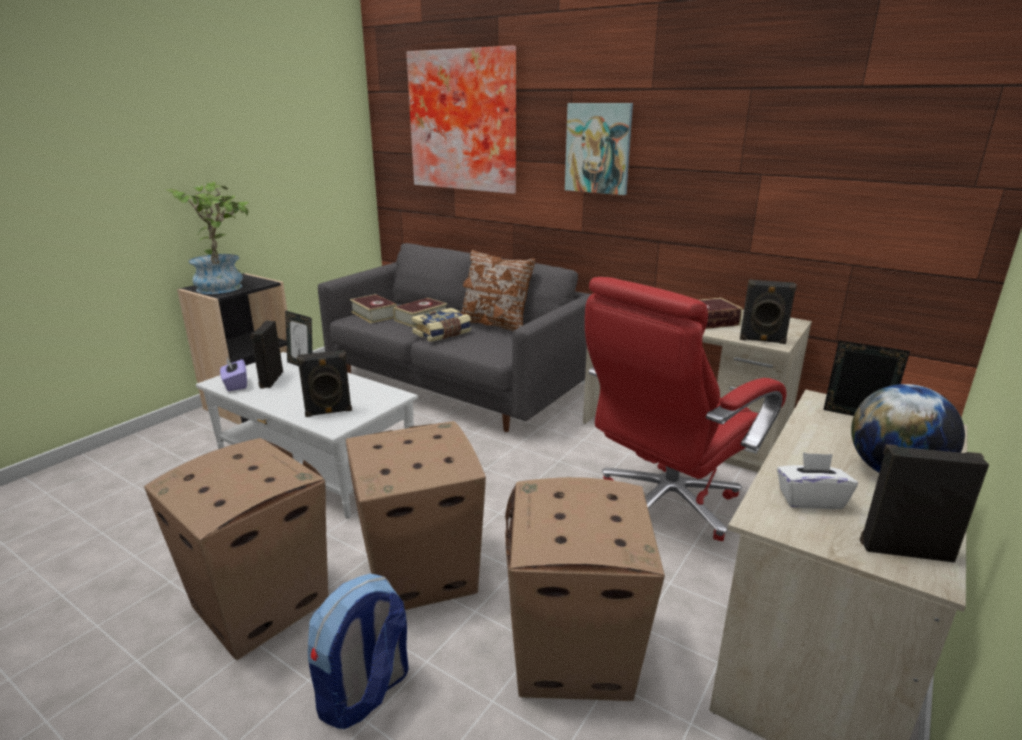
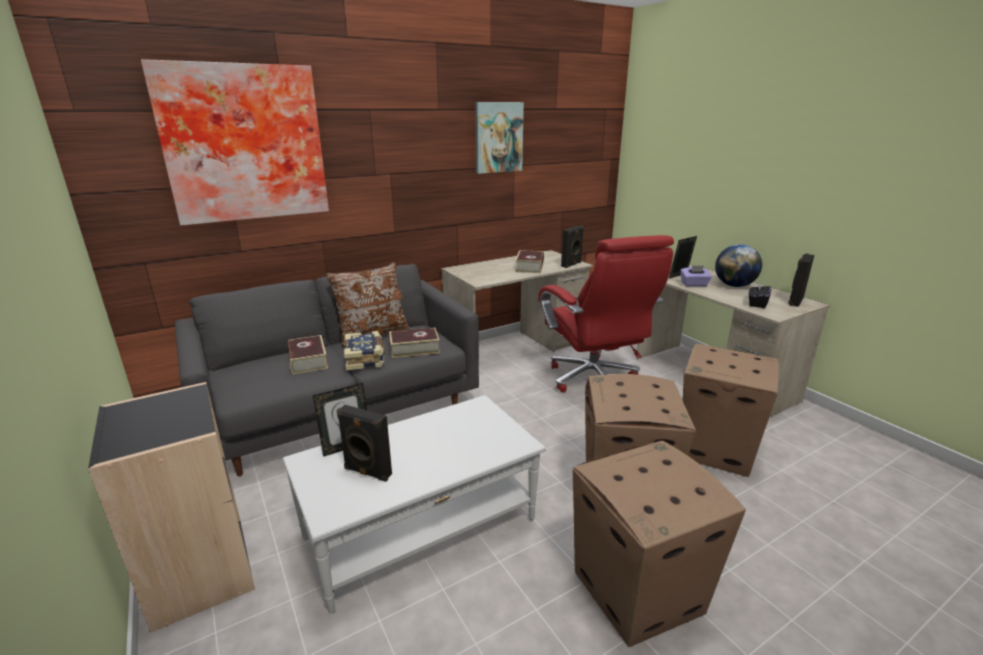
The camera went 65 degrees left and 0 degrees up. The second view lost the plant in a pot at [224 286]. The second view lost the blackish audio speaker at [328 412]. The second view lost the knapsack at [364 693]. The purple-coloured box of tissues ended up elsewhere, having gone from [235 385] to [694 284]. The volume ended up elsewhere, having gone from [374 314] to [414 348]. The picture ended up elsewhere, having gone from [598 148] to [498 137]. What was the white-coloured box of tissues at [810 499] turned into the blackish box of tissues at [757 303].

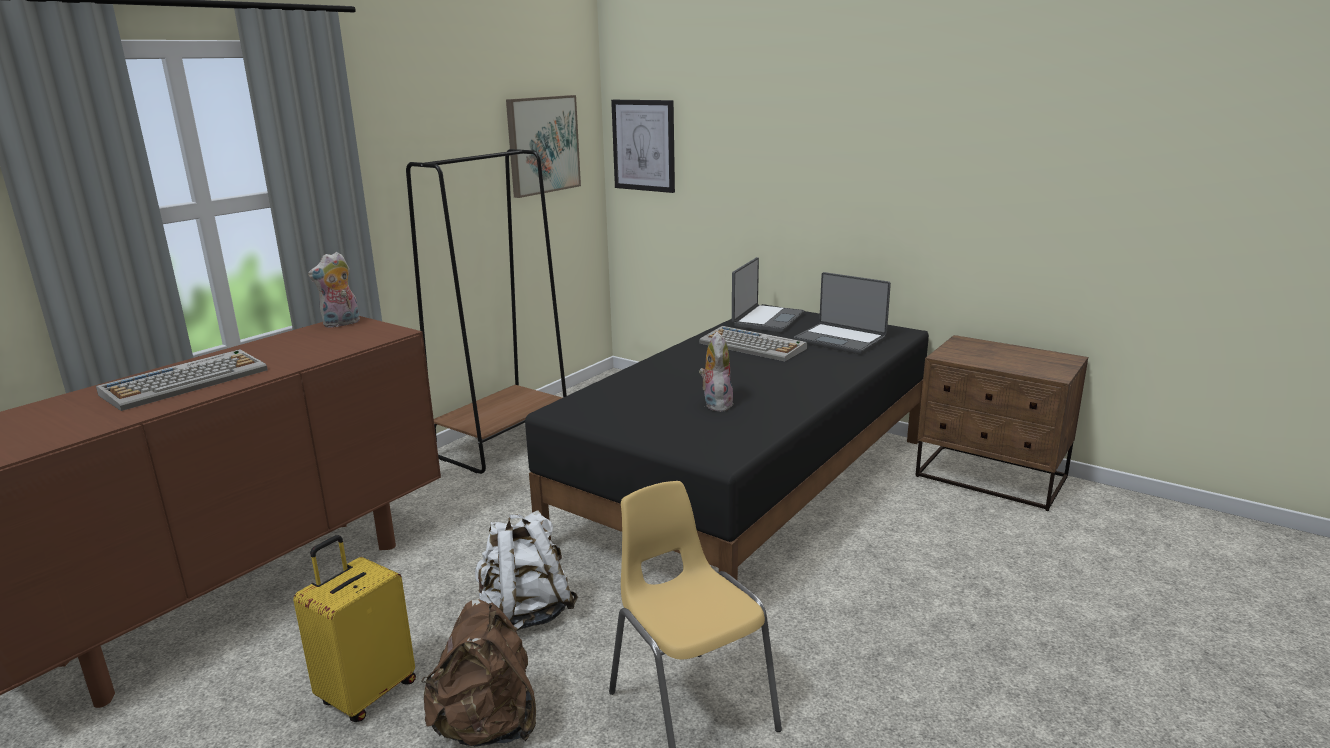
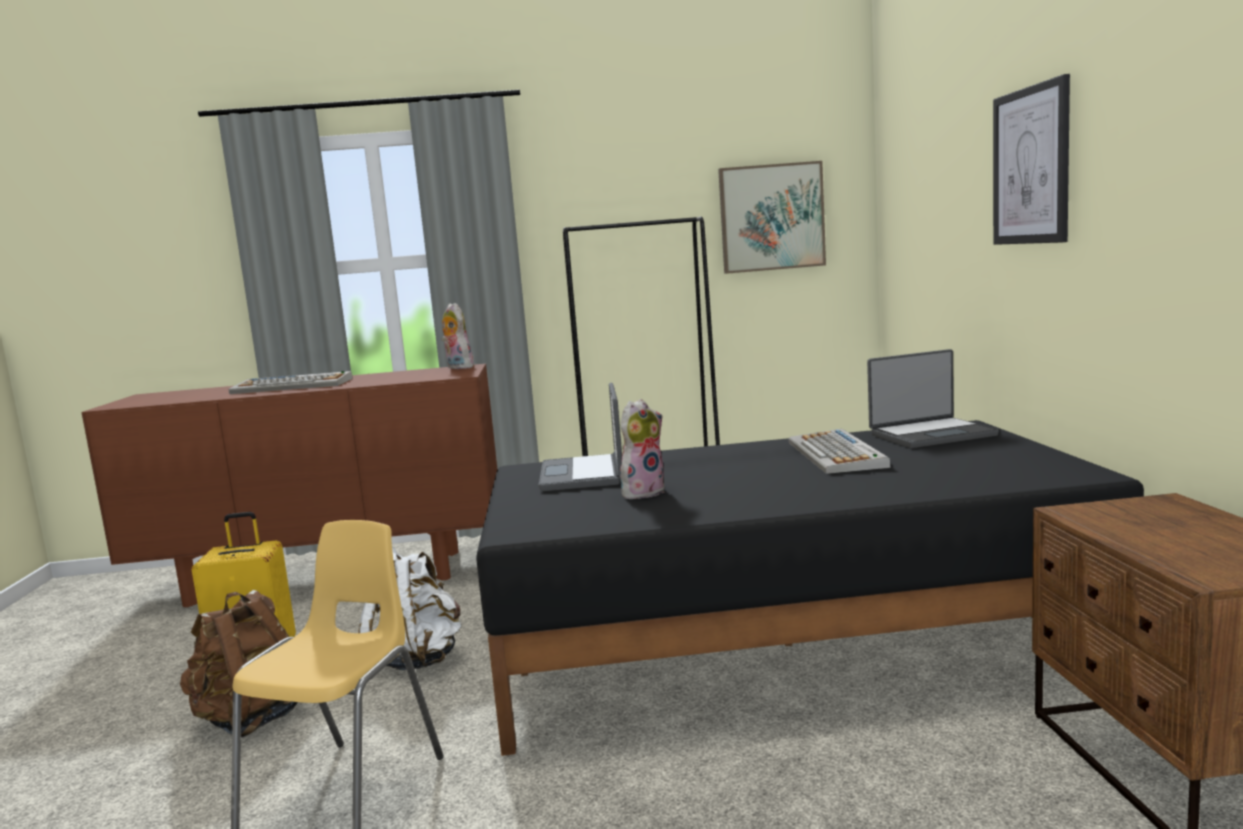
The camera went 50 degrees right and 10 degrees down. The picture ended up elsewhere, having gone from [644 145] to [1031 166]. The notebook computer ended up elsewhere, having gone from [840 340] to [584 474]. The cuddly toy at [341 324] ended up facing another way, 45 degrees clockwise from before.

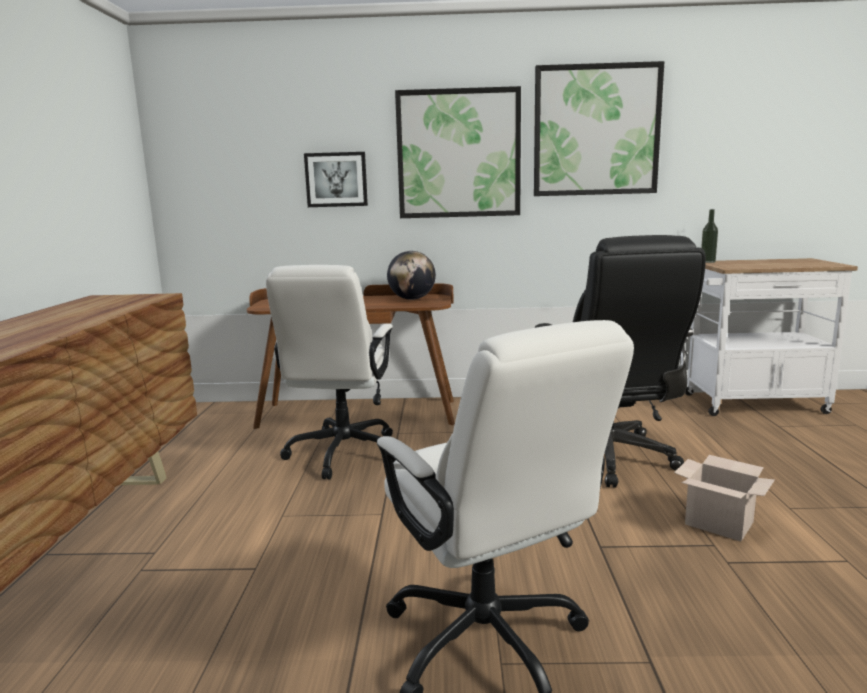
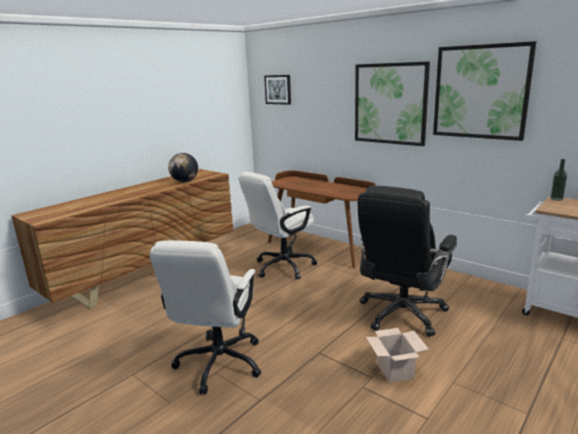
The camera went 40 degrees right and 5 degrees up. The picture ended up elsewhere, having gone from [336 179] to [278 89]. The desk globe ended up elsewhere, having gone from [412 299] to [185 181].

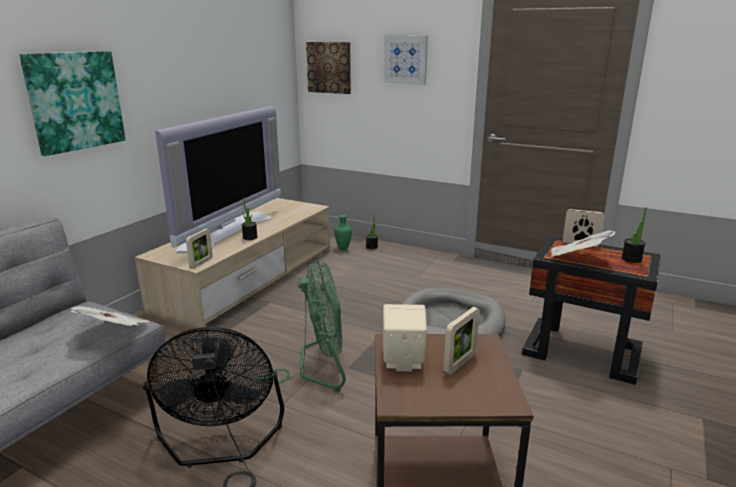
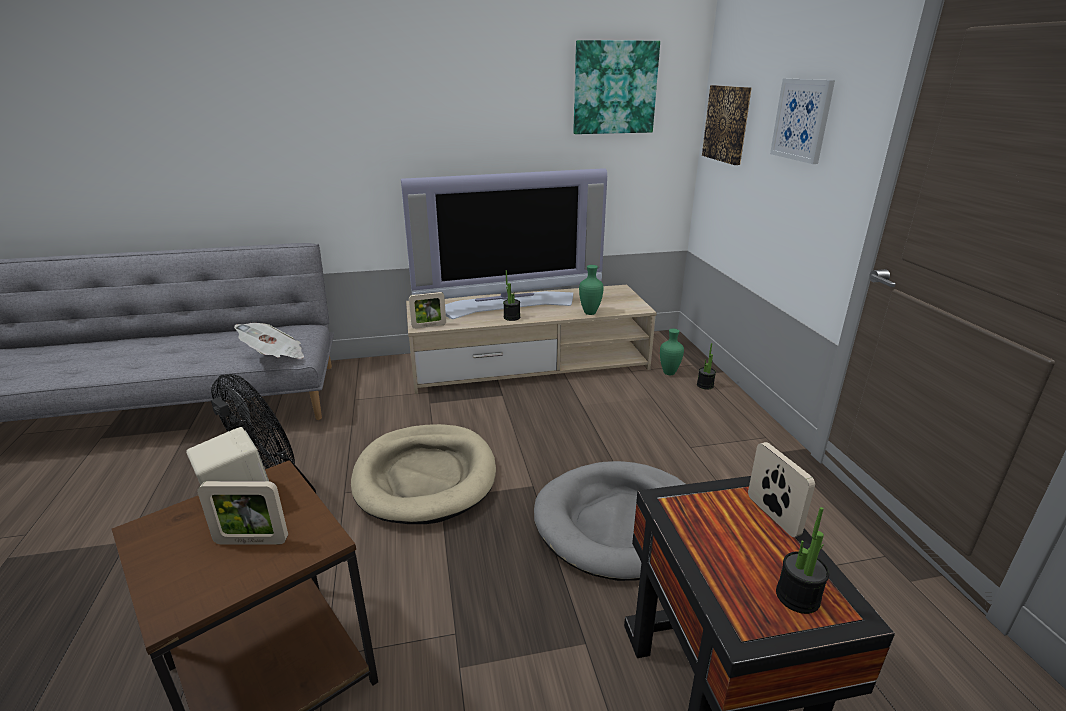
The camera went 50 degrees right and 5 degrees up. The second view lost the printed paper at [577 258]. The second view gained the greenish flower vase at [589 313]. The picture ended up elsewhere, having gone from [75 101] to [614 88]. Where the greenish electric fan stood at [316 364], the beige dog bed came to stand at [425 477].

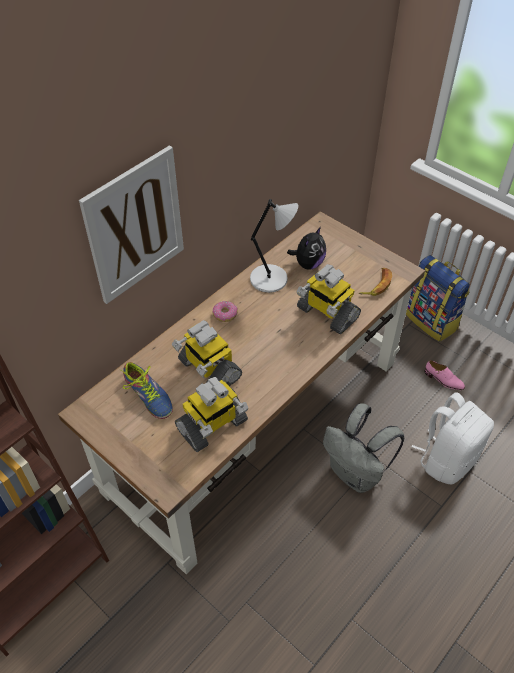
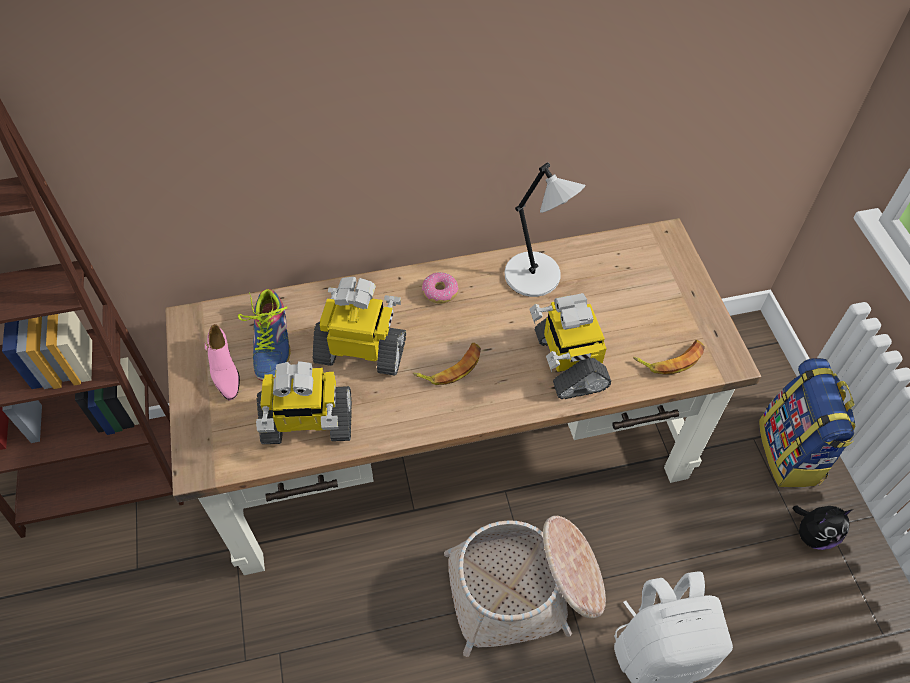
The camera went 35 degrees right and 5 degrees up. The second view lost the picture at [135 226]. The second view gained the whole banana at [451 367]. The cuddly toy ended up elsewhere, having gone from [308 264] to [813 534]. The pinkish low shoe ended up elsewhere, having gone from [443 380] to [224 370]. Where the greyish knapsack stood at [356 474], the household basket came to stand at [525 589]. The toy robot at [208 369] ended up facing another way, 105 degrees clockwise from before.

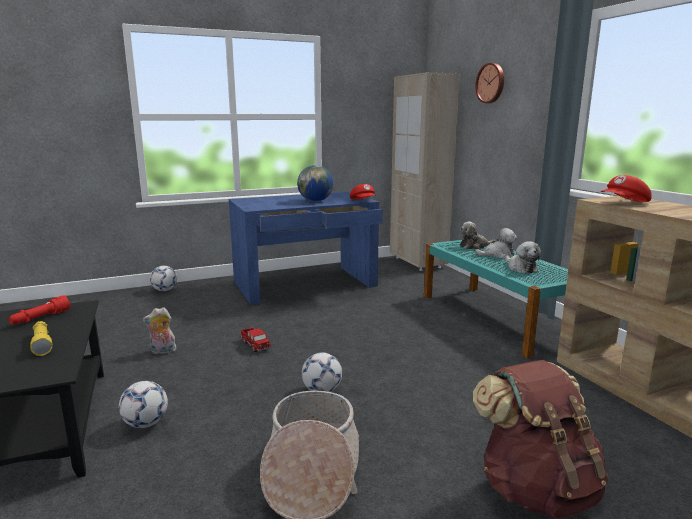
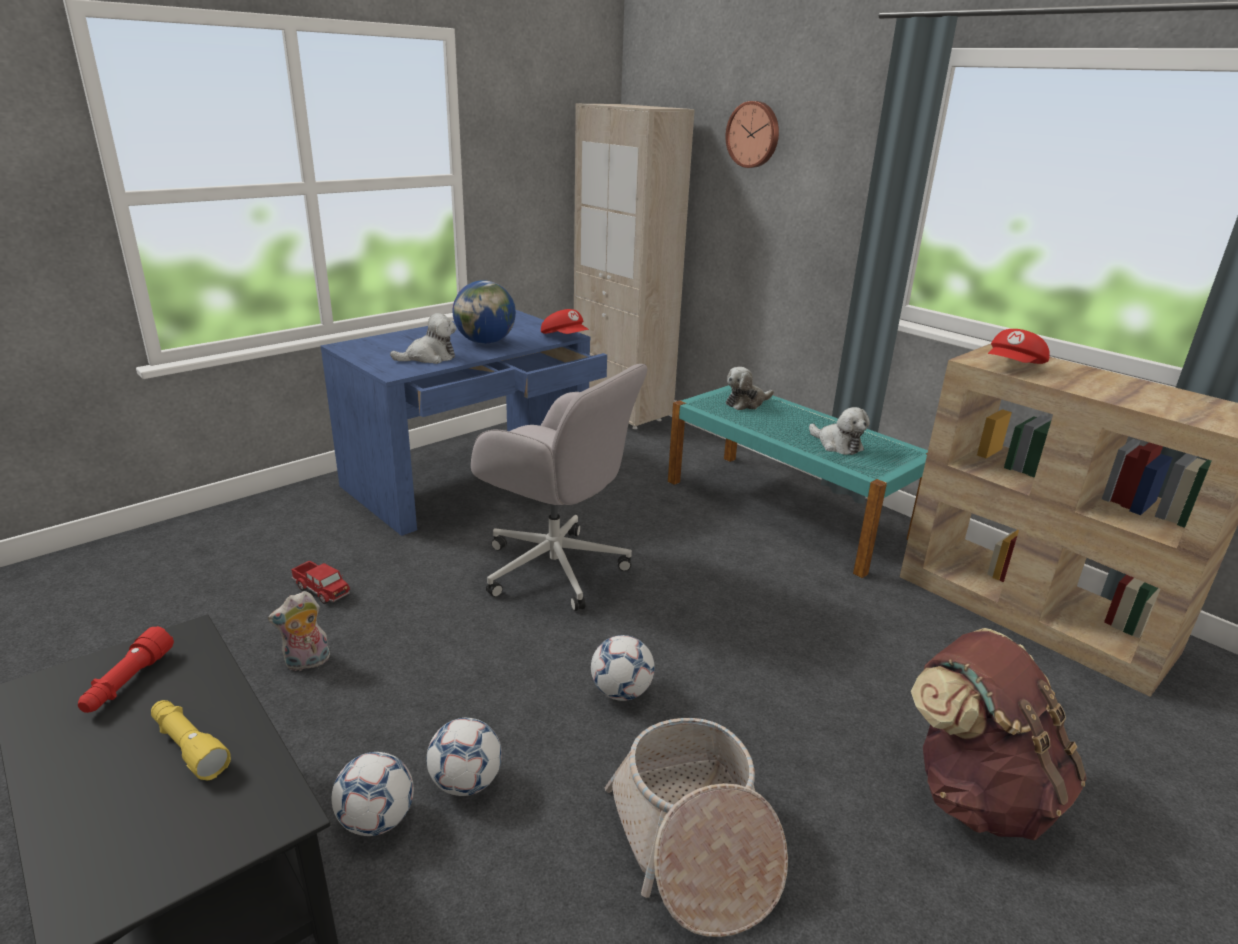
The camera went 20 degrees left and 10 degrees up. The second view gained the greyish office chair at [555 570]. The football ended up elsewhere, having gone from [164 290] to [466 783]. The toy truck ended up elsewhere, having gone from [255 345] to [322 590]. The cuddly toy ended up elsewhere, having gone from [497 255] to [429 358].

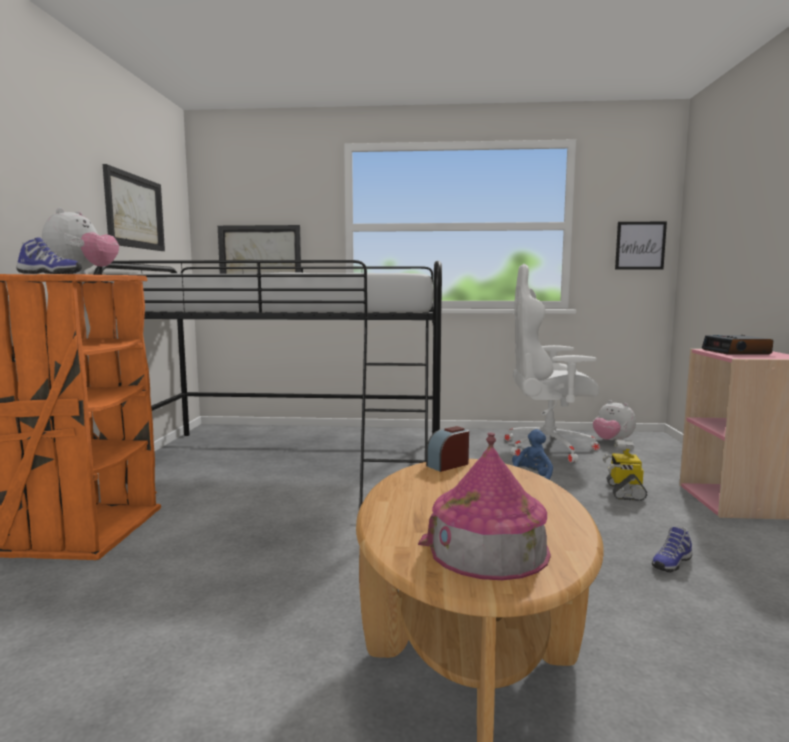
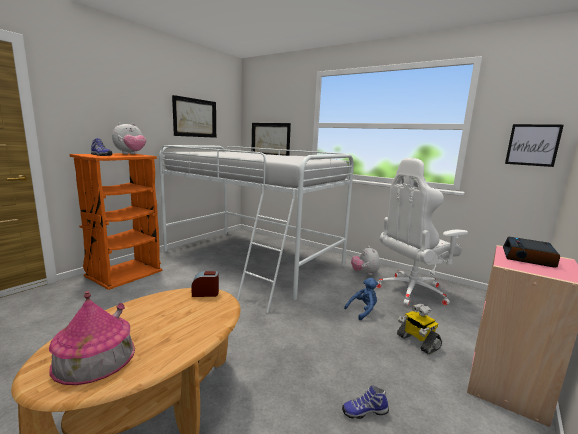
The camera went 30 degrees right and 5 degrees up. The cuddly toy ended up elsewhere, having gone from [612 441] to [364 273]. What was the blackish bed at [295 459] turned into the white-coloured bed at [252 259]. The white-coloured office chair at [549 448] ended up facing another way, 60 degrees counterclockwise from before. The toy robot at [624 491] ended up facing another way, 75 degrees counterclockwise from before.

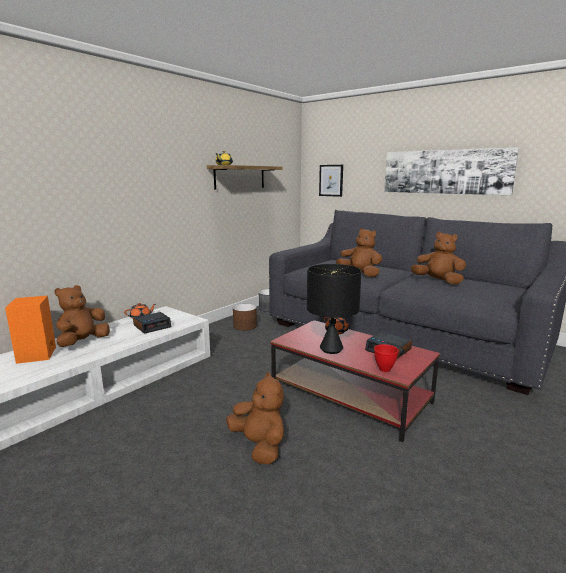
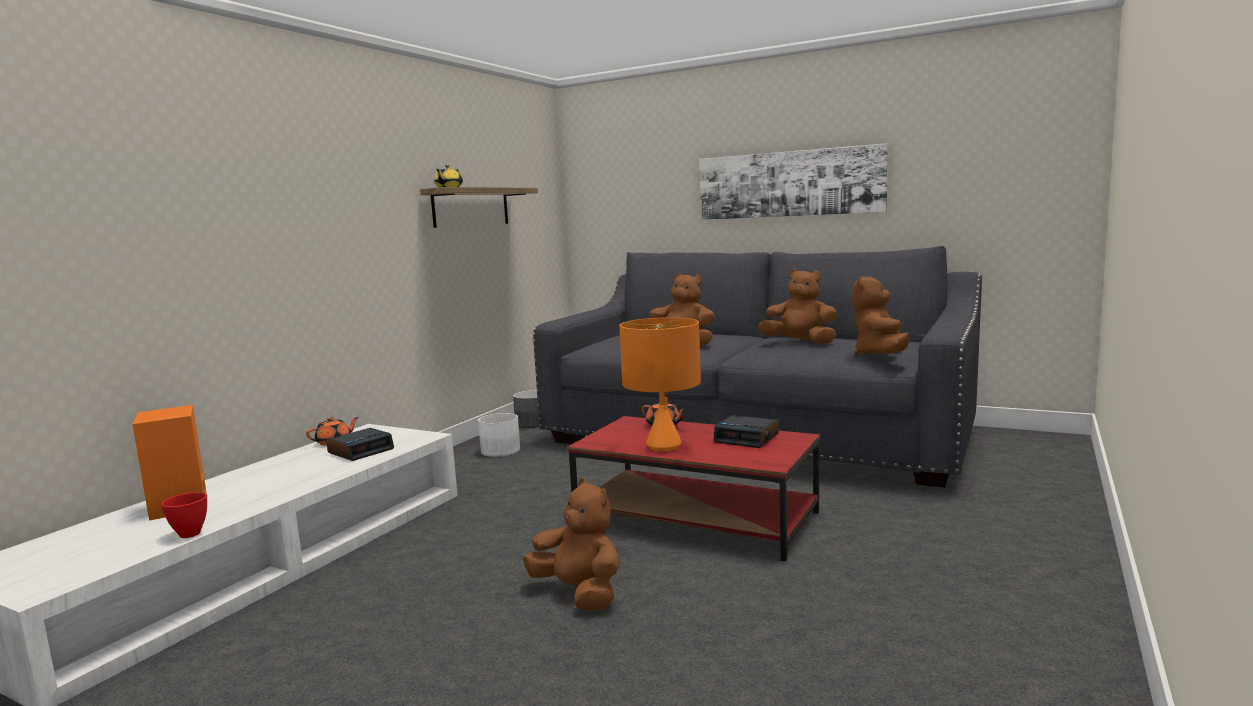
The camera went 10 degrees left and 5 degrees down. The second view lost the picture at [331 180]. The brown-coloured cuddly toy ended up elsewhere, having gone from [83 342] to [881 356]. The reddish serving bowl ended up elsewhere, having gone from [384 369] to [189 534]. What was the brown-coloured planter at [245 326] turned into the white-coloured planter at [500 450]. What was the blackish table lamp at [331 350] turned into the orange-coloured table lamp at [663 447].

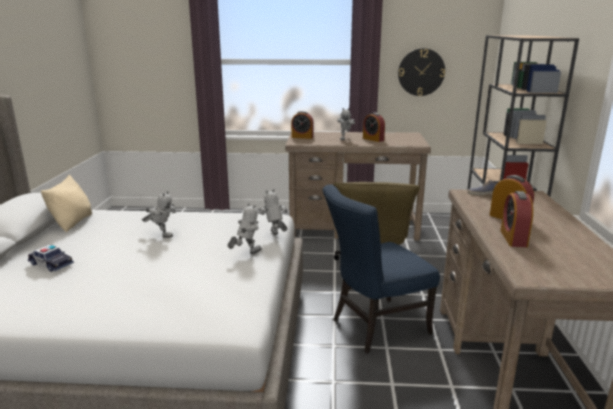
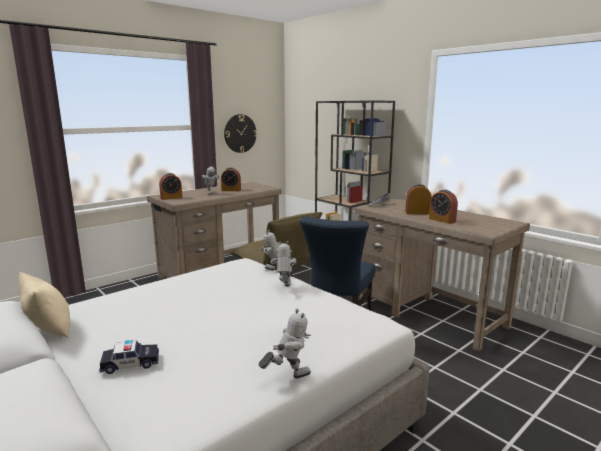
The camera went 45 degrees left and 5 degrees down. The toy robot ended up elsewhere, having gone from [162 234] to [288 376].

